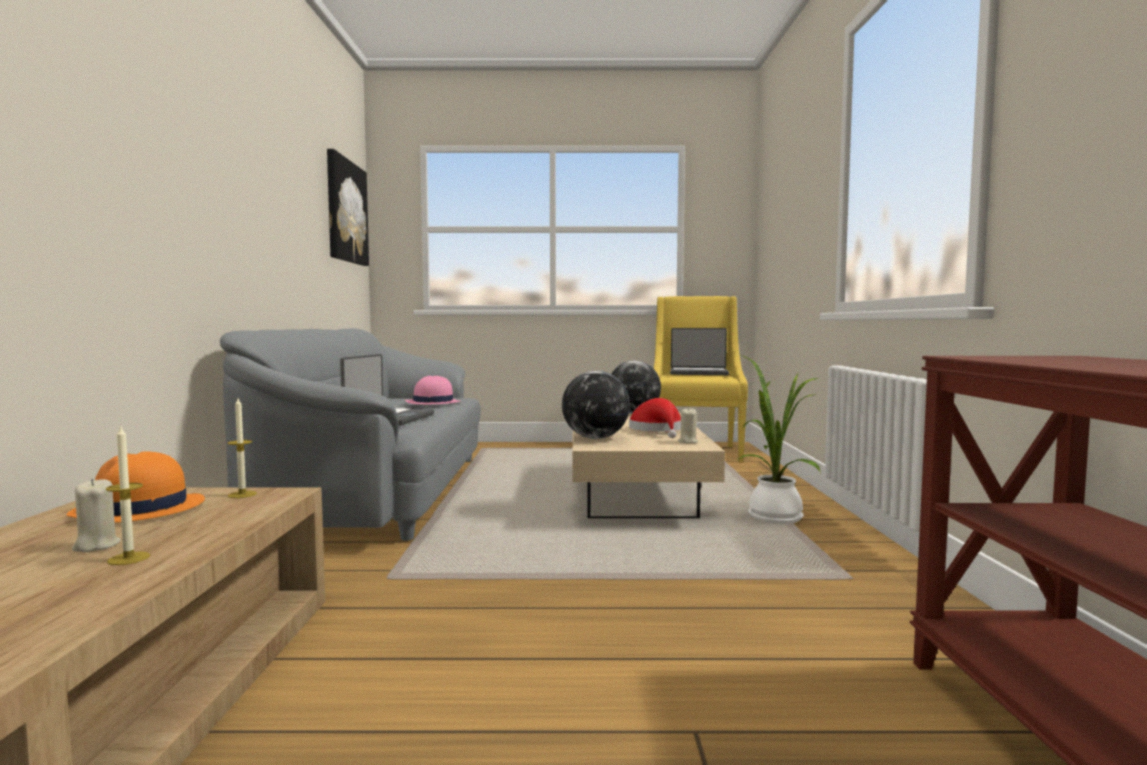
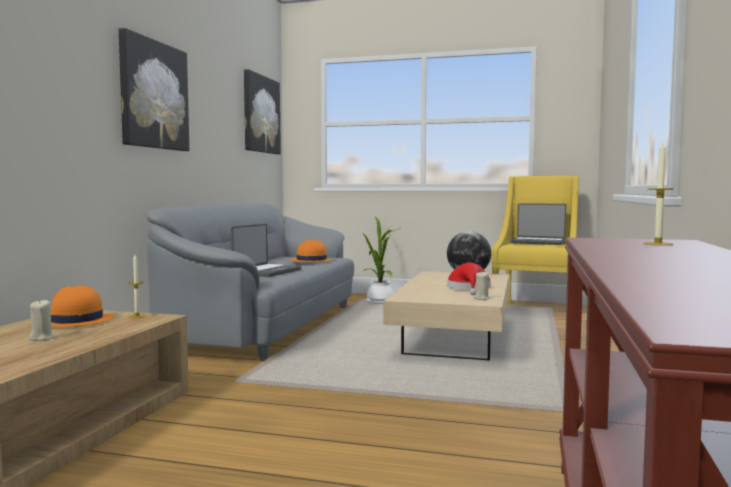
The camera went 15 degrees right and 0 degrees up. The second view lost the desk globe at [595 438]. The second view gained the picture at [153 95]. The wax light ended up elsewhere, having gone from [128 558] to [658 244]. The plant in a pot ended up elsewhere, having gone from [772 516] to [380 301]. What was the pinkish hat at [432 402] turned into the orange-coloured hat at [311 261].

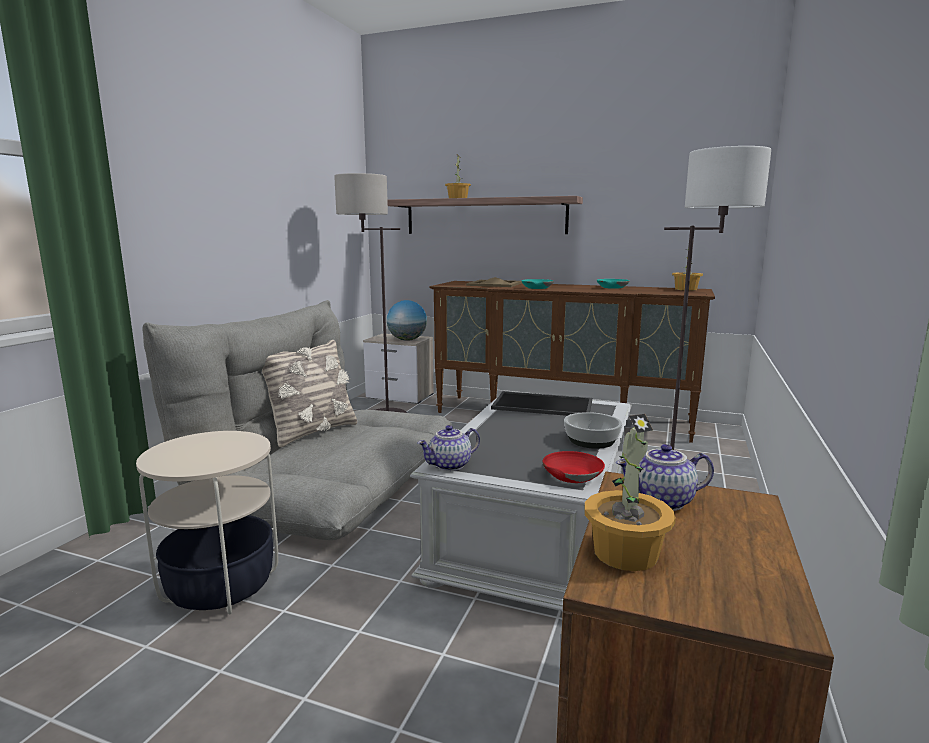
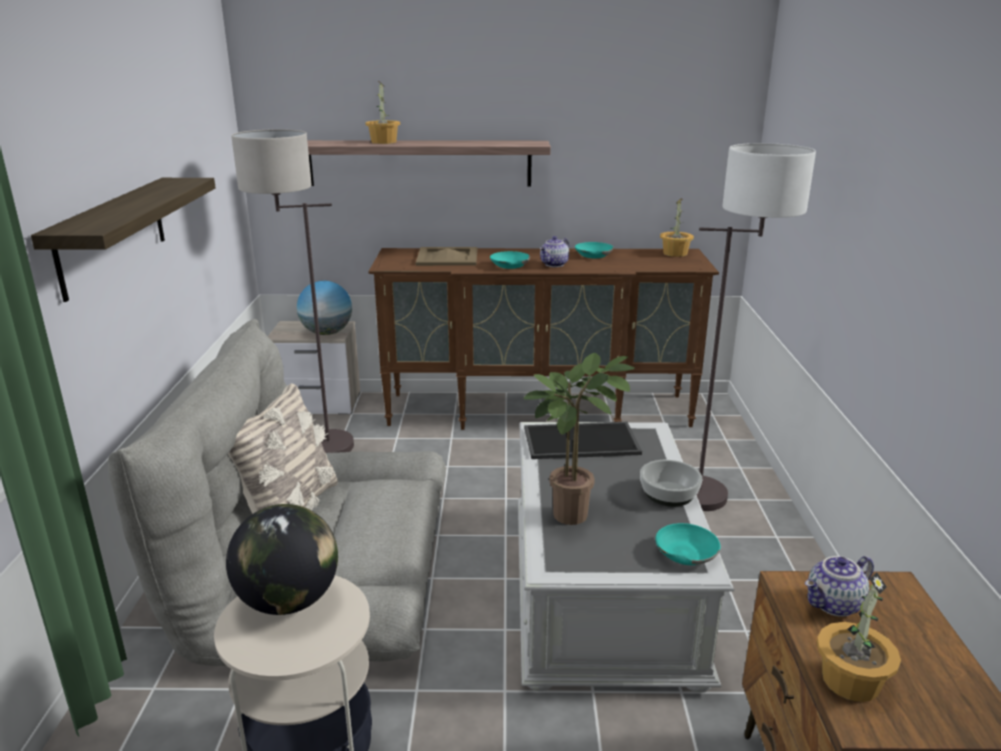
The camera went 20 degrees left and 10 degrees up. The second view gained the bracket shelf at [112 235]. The second view gained the desk globe at [289 601]. The second view gained the plant in a pot at [572 511]. The tea pot ended up elsewhere, having gone from [450 466] to [554 264]. What was the reddish serving bowl at [572 475] turned into the turquoise serving bowl at [685 553].

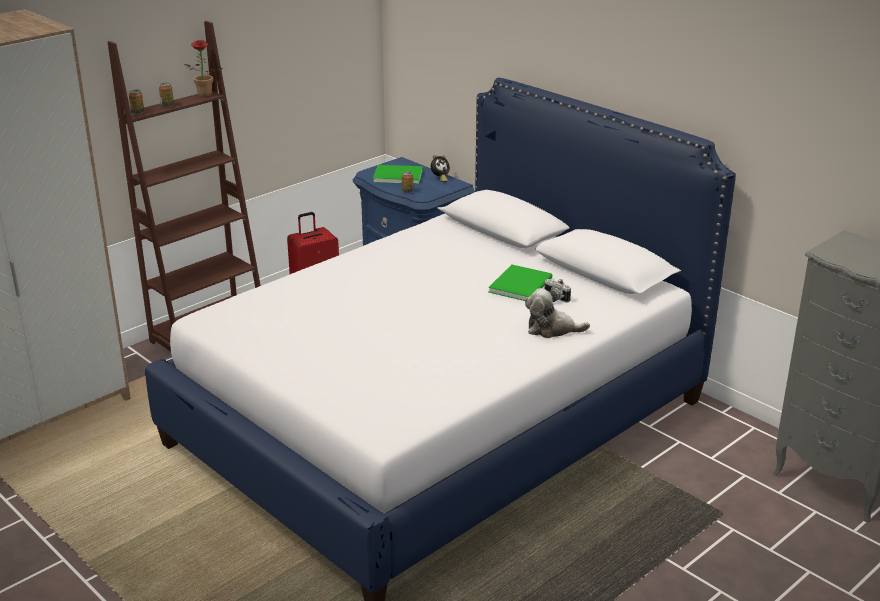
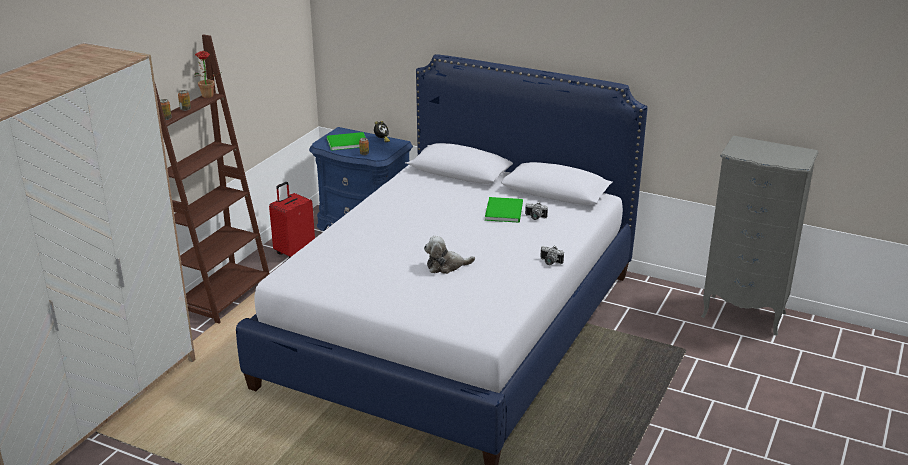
The camera went 20 degrees left and 0 degrees up. The second view gained the still camera at [549 262]. The cuddly toy ended up elsewhere, having gone from [551 329] to [446 266].

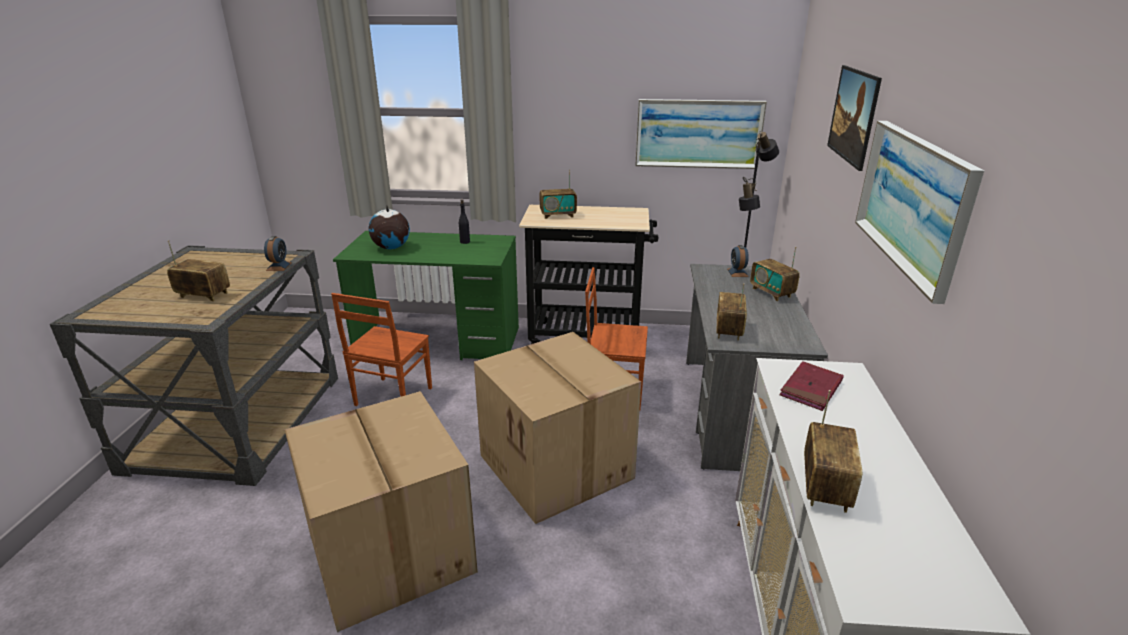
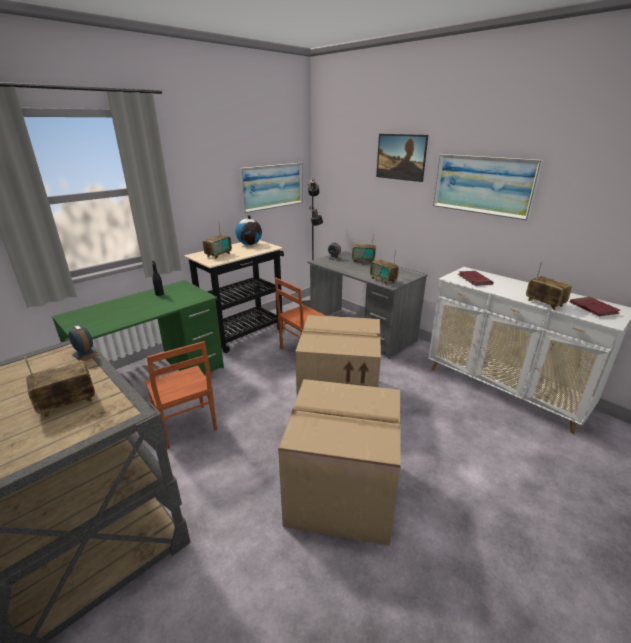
The camera went 50 degrees left and 0 degrees up. The second view gained the reddish volume at [593 308]. The desk globe ended up elsewhere, having gone from [391 248] to [249 244].

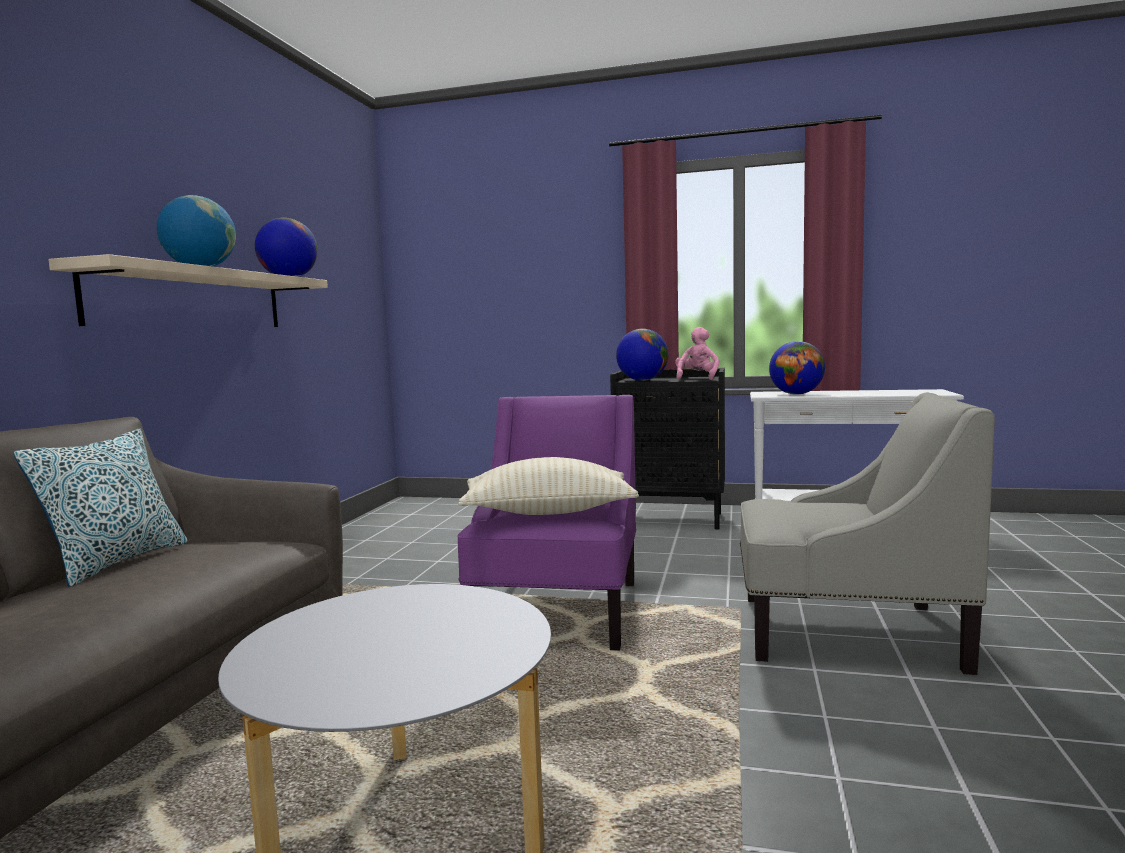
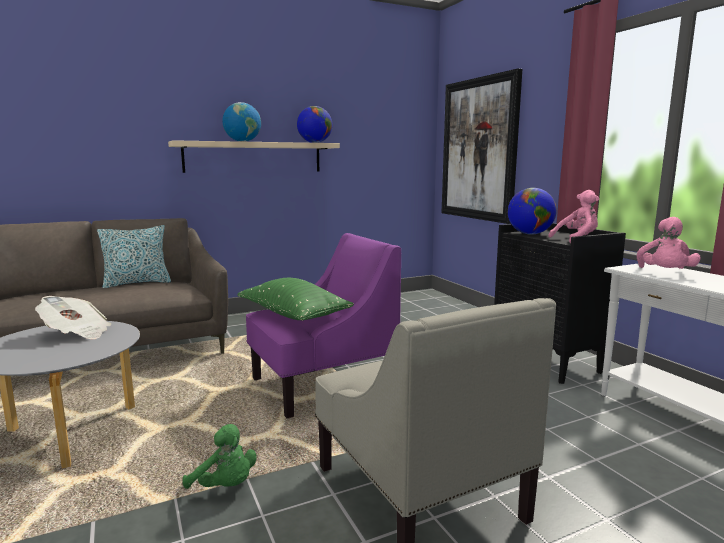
The camera went 50 degrees right and 5 degrees up. The second view gained the printed paper at [77 333]. The second view gained the greenish cuddly toy at [225 486]. The second view gained the picture at [479 149]. Where the desk globe stood at [796 394], the pinkish cuddly toy came to stand at [665 274]. What was the beige throw pillow at [548 512] turned into the greenish throw pillow at [294 315].

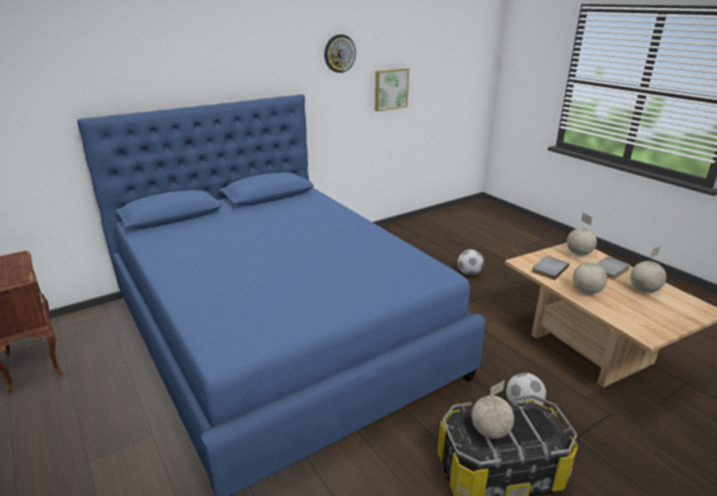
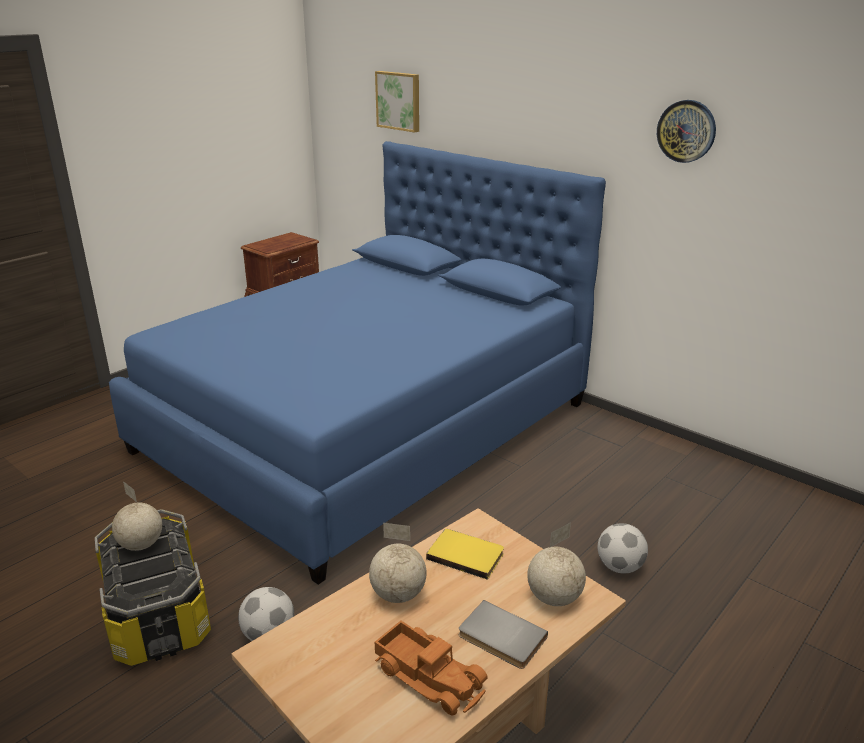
The camera went 75 degrees right and 0 degrees up. The picture ended up elsewhere, having gone from [390 89] to [399 101]. Where the desk globe stood at [643 290], the toy truck came to stand at [430 676]. What was the greyish volume at [548 269] turned into the yellowish volume at [466 554].

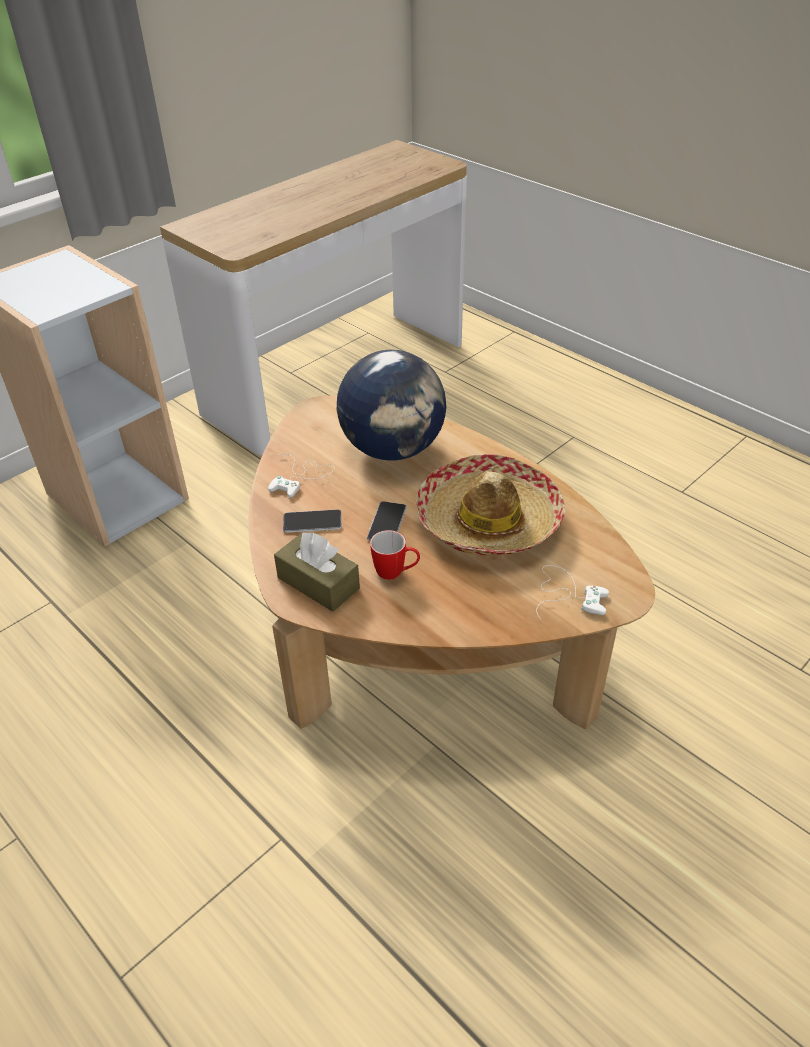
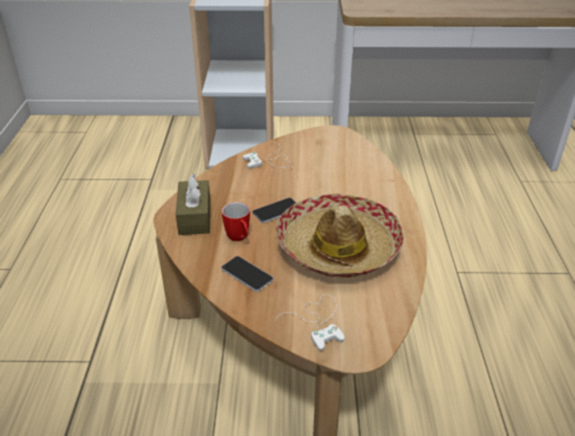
The camera went 45 degrees right and 5 degrees down. The second view lost the desk globe at [393 450]. The phone ended up elsewhere, having gone from [312 522] to [247 274].

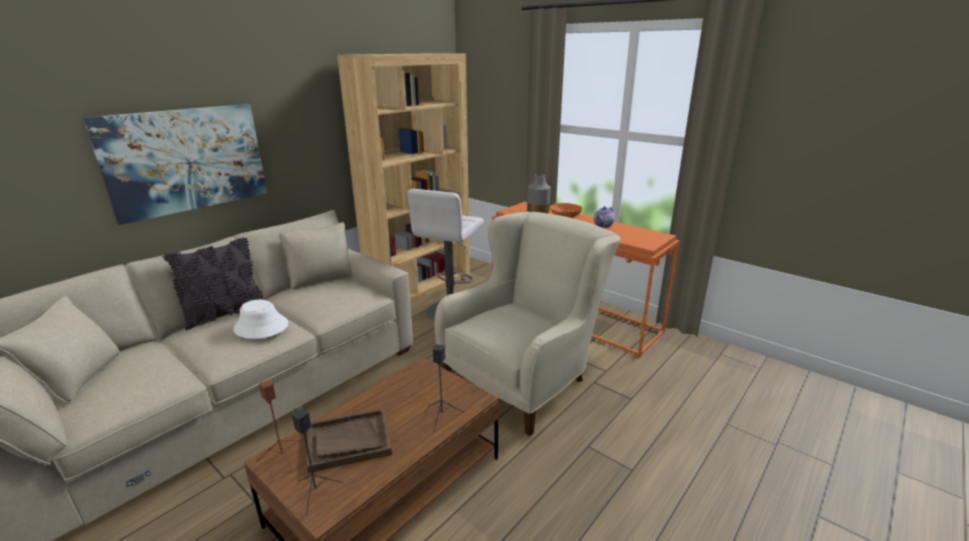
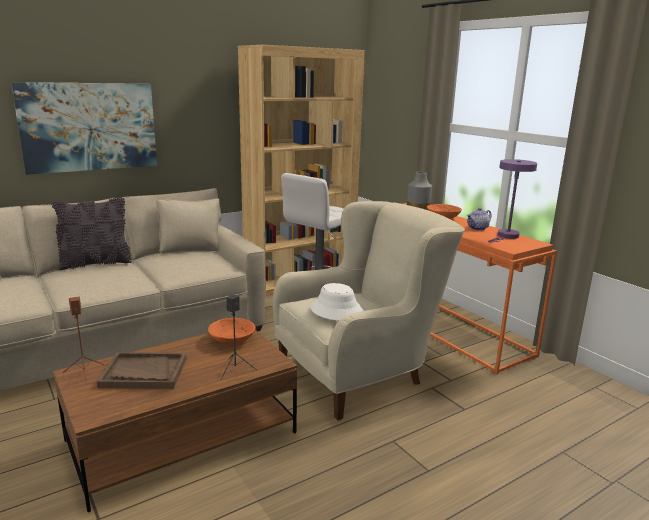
The camera went 15 degrees right and 5 degrees down. The second view lost the blackish audio speaker at [316 492]. The second view gained the orange-coloured serving bowl at [232 340]. The second view gained the purple-coloured table lamp at [506 236]. The white-coloured hat ended up elsewhere, having gone from [261 327] to [336 311].

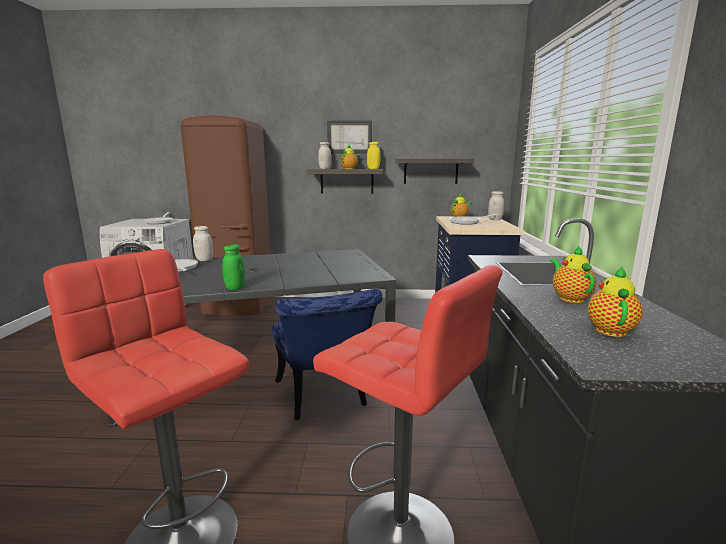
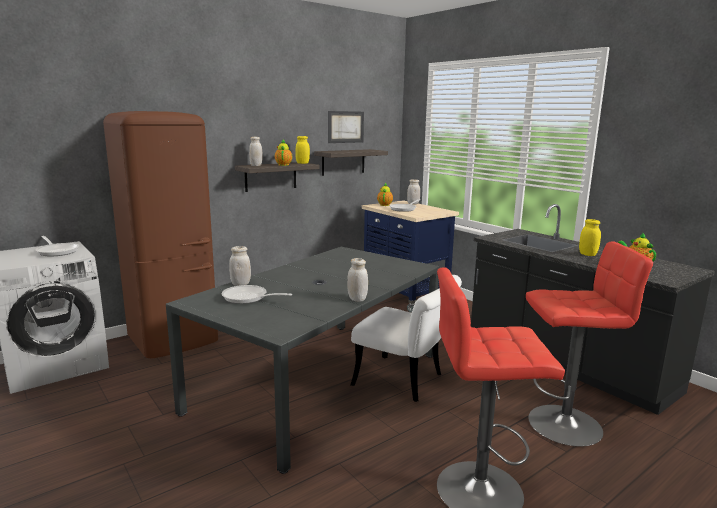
The camera went 40 degrees left and 0 degrees up. The picture ended up elsewhere, having gone from [349 137] to [345 127]. Where the tea pot stood at [569 298], the yellowish preserve jar came to stand at [587 254]. What was the greenish preserve jar at [235 288] turned into the white-coloured preserve jar at [357 299]. What was the blue plain chair at [323 397] turned into the white-coloured plain chair at [405 381].

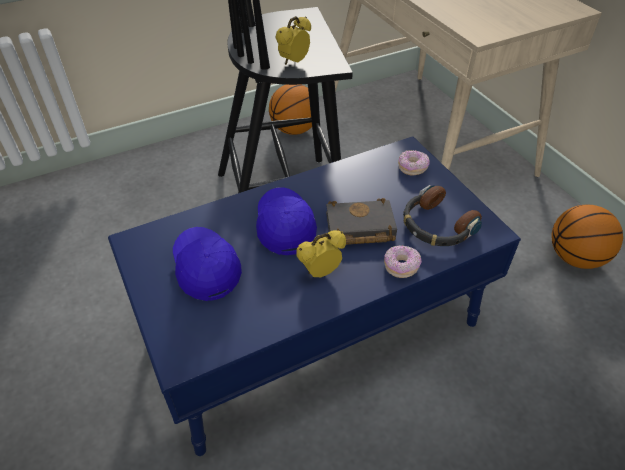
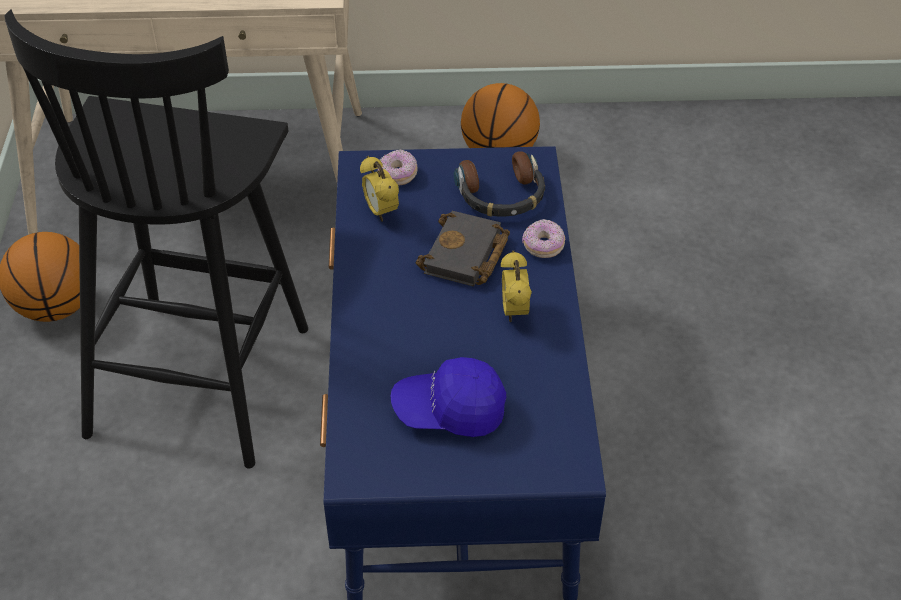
The camera went 65 degrees left and 0 degrees up. The second view lost the blue baseball cap at [284 227]. The table clock ended up elsewhere, having gone from [294 62] to [381 212].

